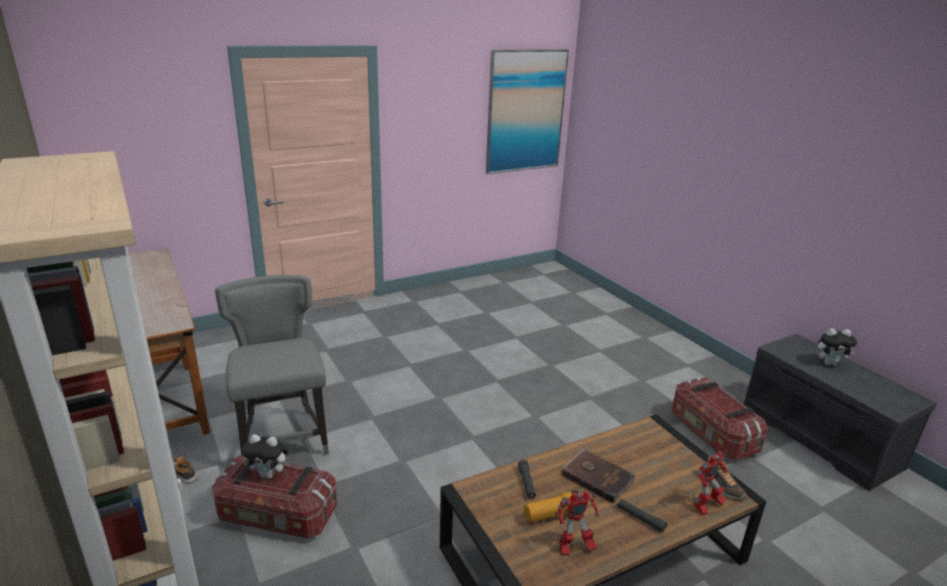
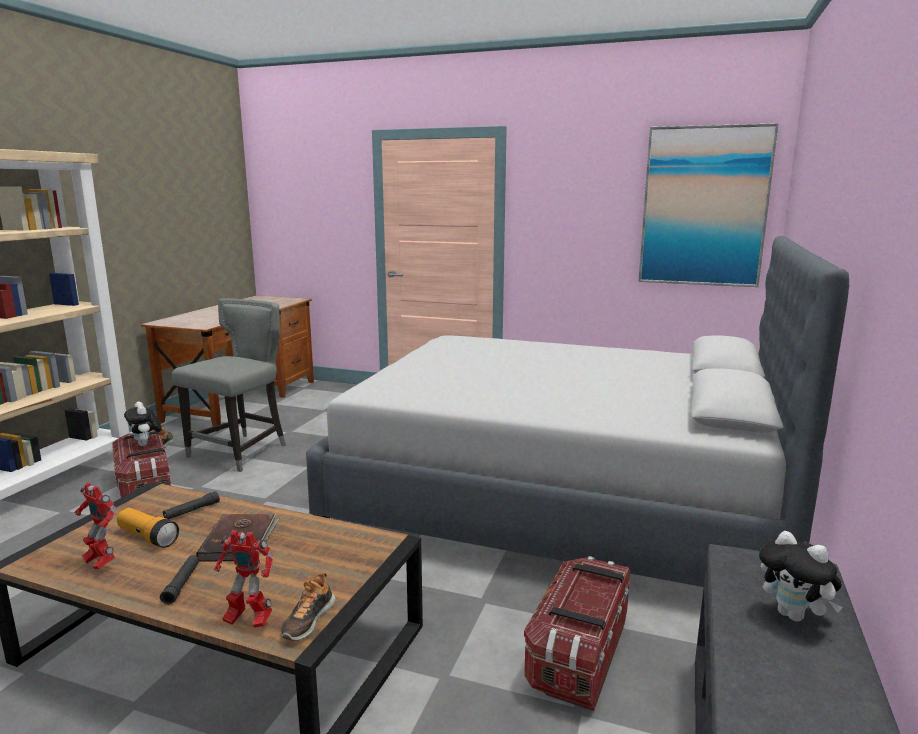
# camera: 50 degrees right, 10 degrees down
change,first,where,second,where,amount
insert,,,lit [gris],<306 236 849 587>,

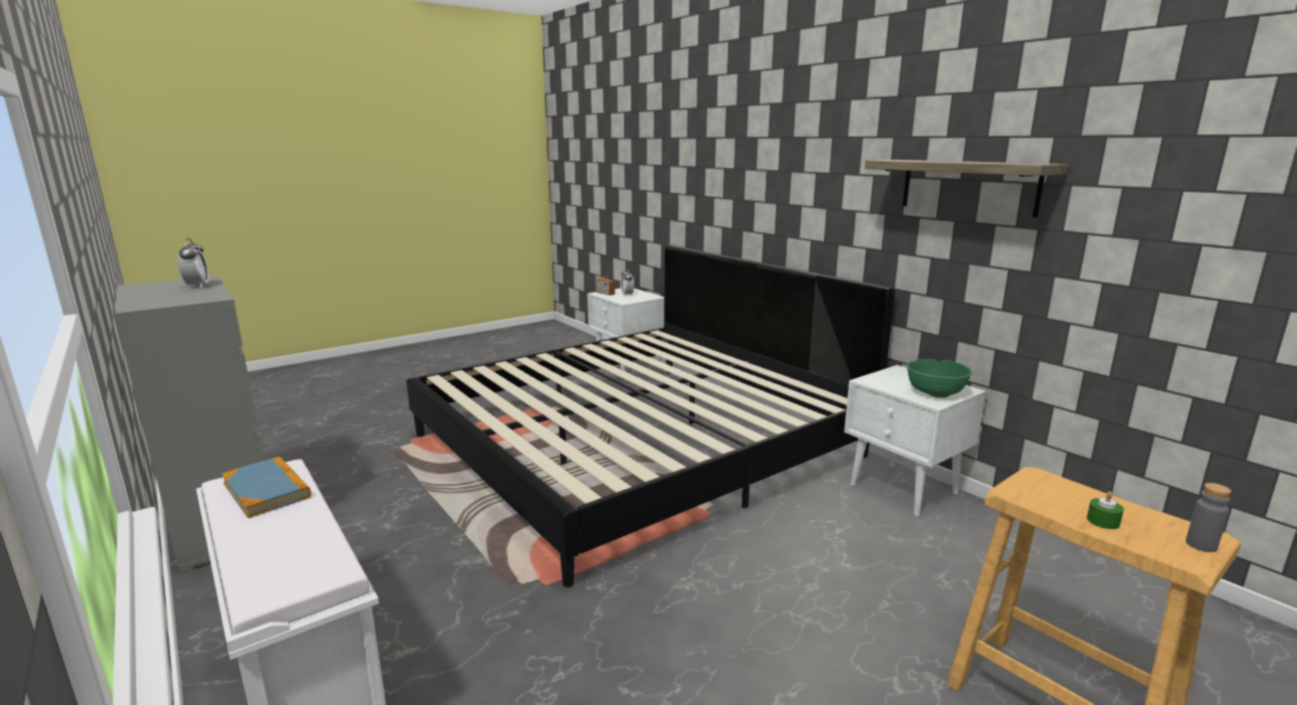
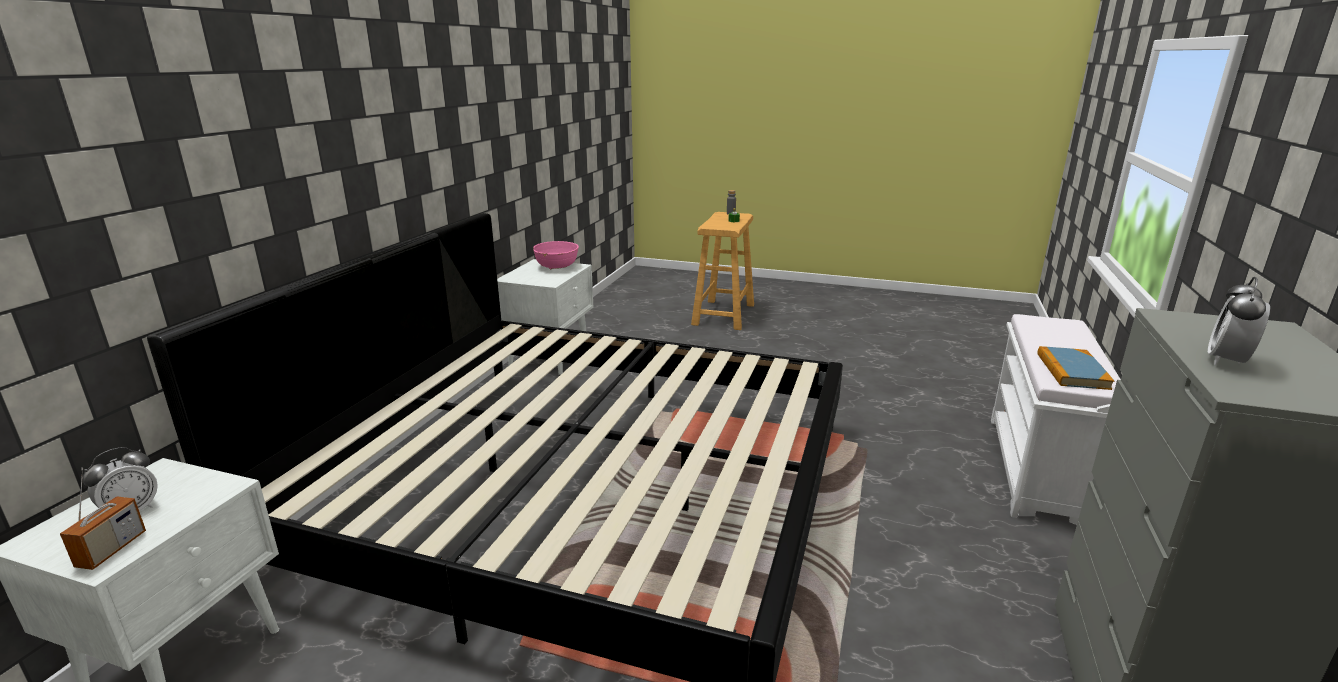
# camera: 125 degrees left, 5 degrees up
change,first,where,second,where,amount
recolor,bol [vert],<907 359 972 398>,bol [rose],<533 241 579 269>,
delete,étagère,<865 160 1068 217>,,,

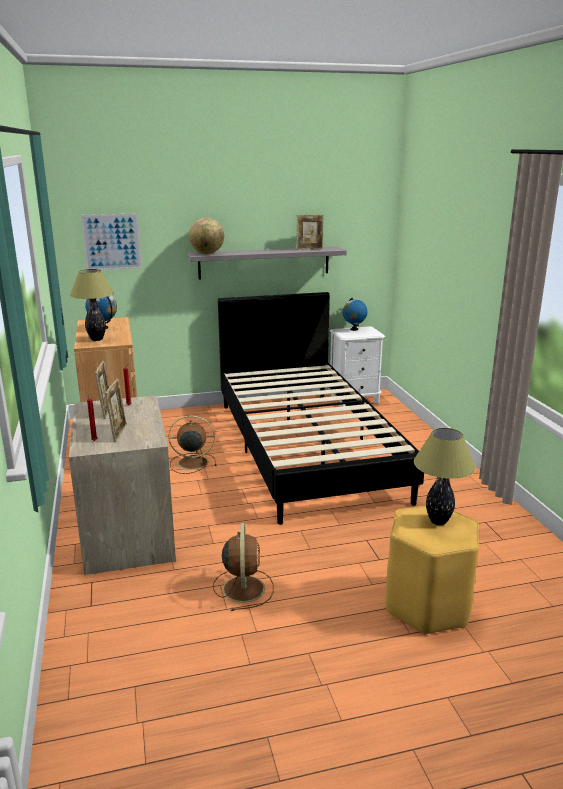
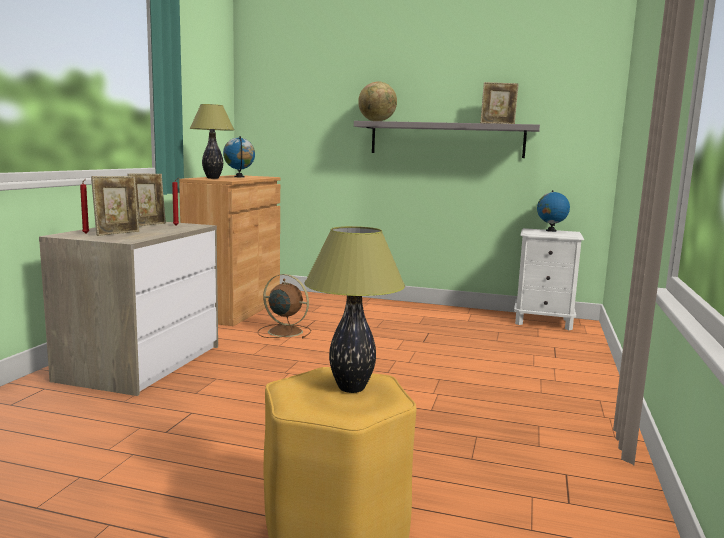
# camera: 30 degrees right, 10 degrees down
change,first,where,second,where,amount
delete,tableau,<81 213 142 270>,,,
delete,ventilateur [marron],<213 523 274 611>,,,
delete,lit [noir],<218 292 424 525>,,,

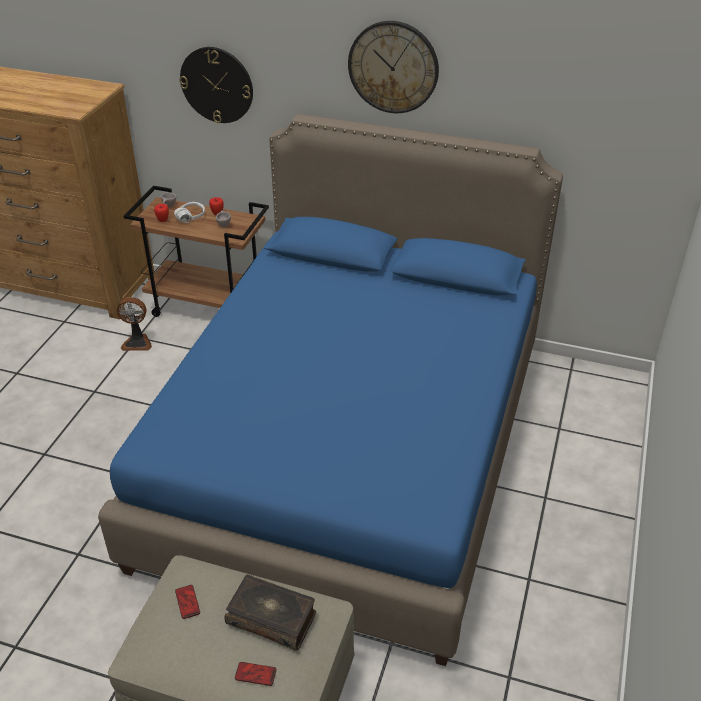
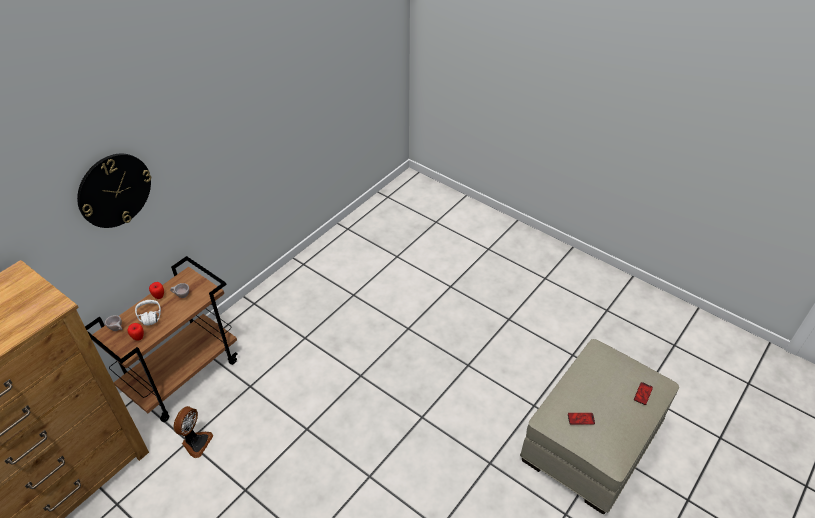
# camera: 70 degrees left, 5 degrees up
change,first,where,second,where,amount
delete,lit [bleu],<98 114 563 666>,,,
delete,livre,<225 574 316 651>,,,
delete,horloge murale,<348 21 439 113>,,,

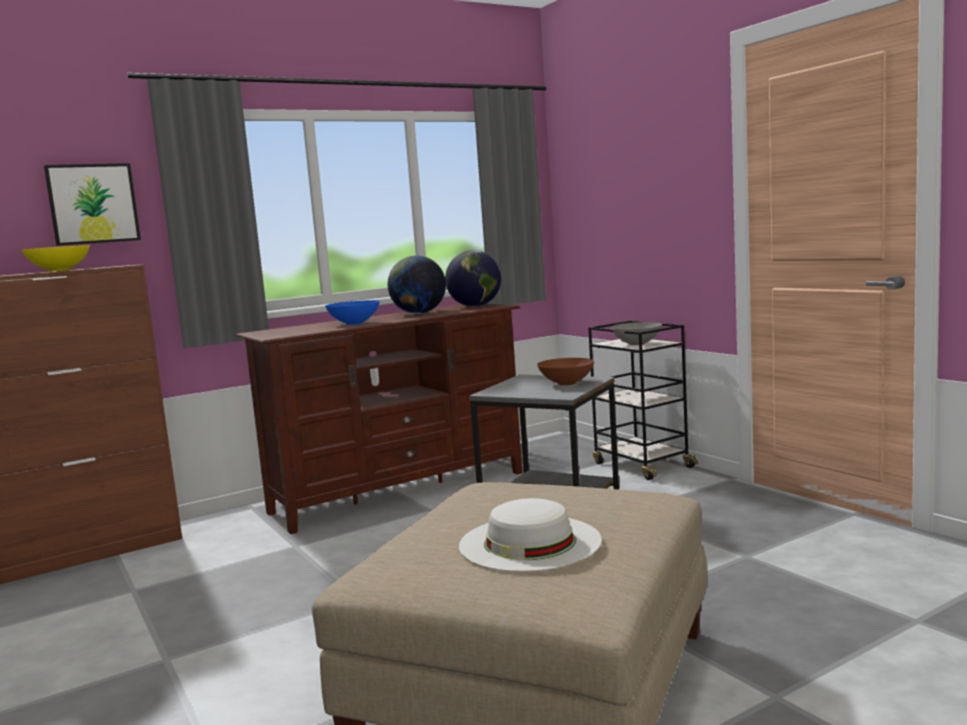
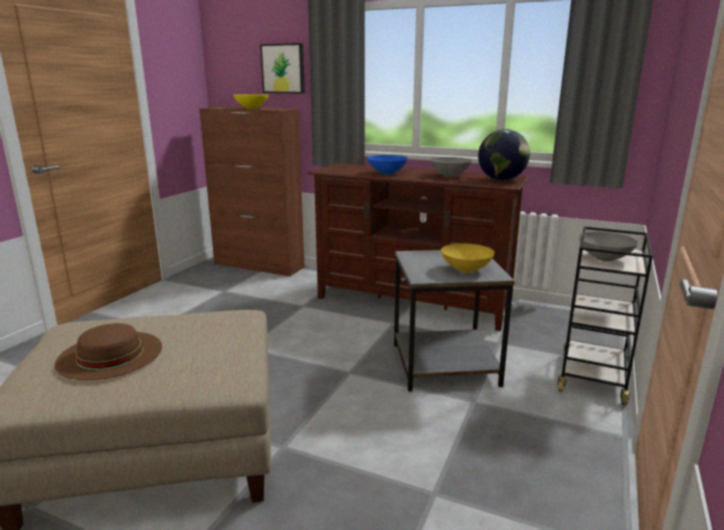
# camera: 55 degrees right, 10 degrees up
change,first,where,second,where,amount
recolor,chapeau [blanc],<459 498 602 572>,chapeau [marron],<54 323 162 380>,
replace,globe,<388 255 446 314>,bol [gris],<430 157 472 177>,
recolor,bol [marron],<537 358 594 386>,bol [jaune],<441 243 495 273>,

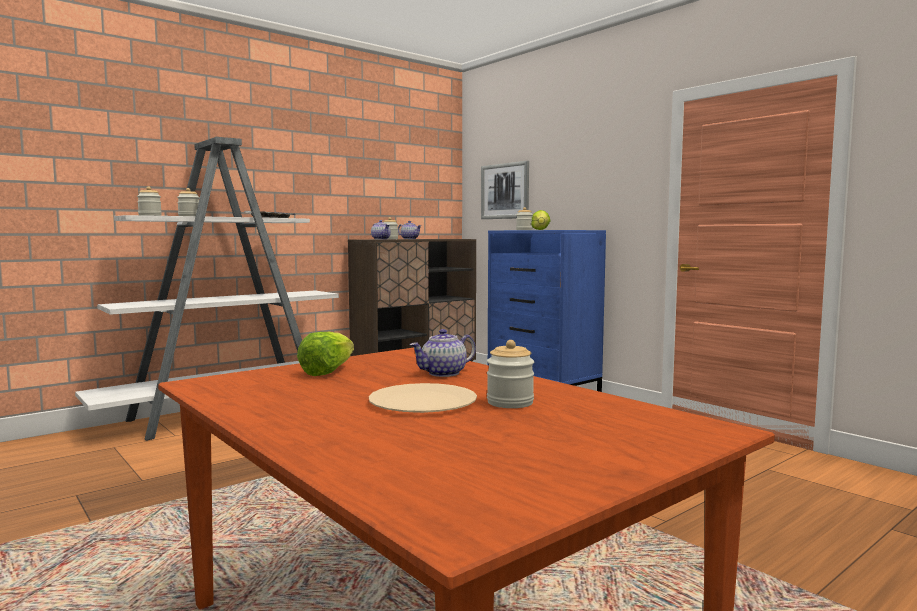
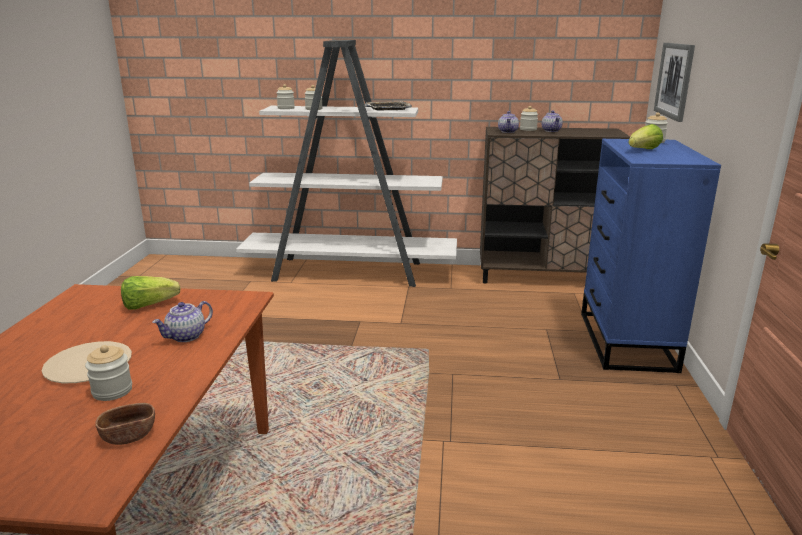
# camera: 45 degrees right, 15 degrees up
change,first,where,second,where,amount
insert,,,bol [marron],<95 403 155 445>,
rotate,théière,<410 329 476 377>,,<152 301 213 342>,60 degrees counterclockwise

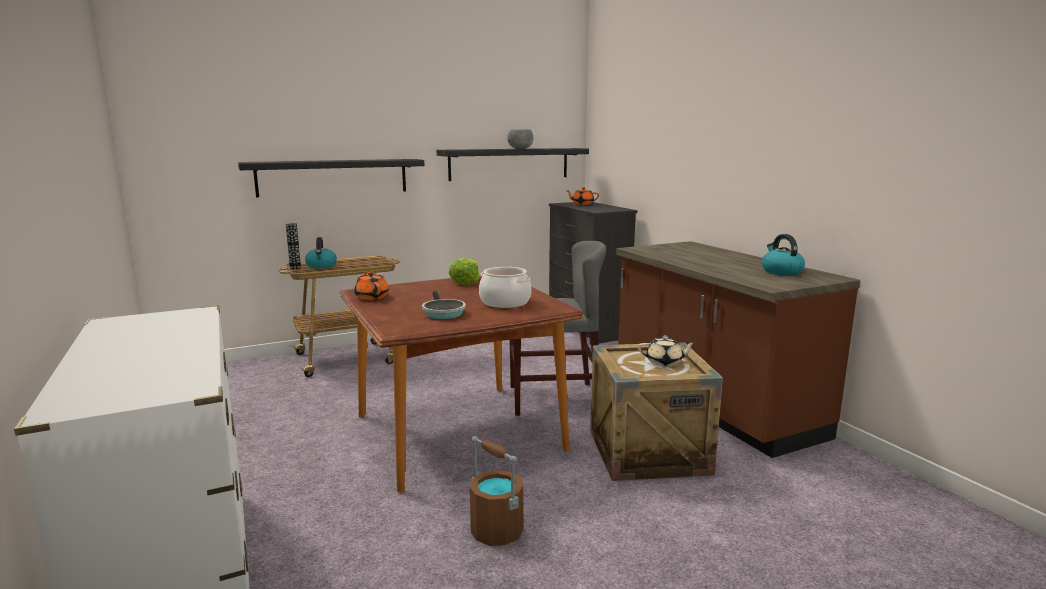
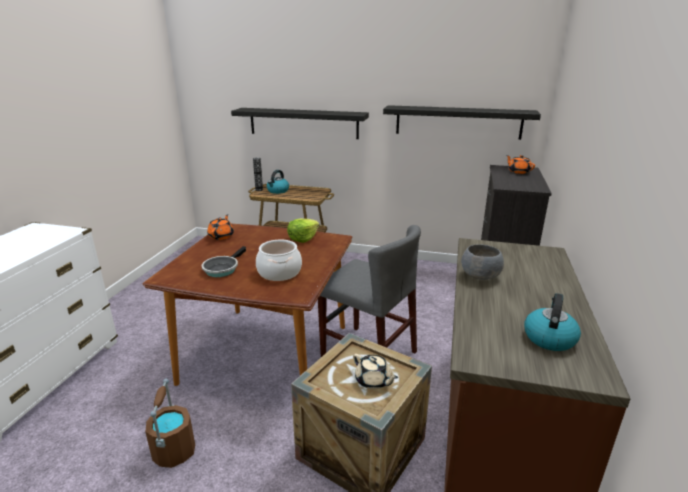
# camera: 40 degrees right, 10 degrees up
change,first,where,second,where,amount
move,bol [gris],<507 129 533 149>,,<461 244 504 280>,

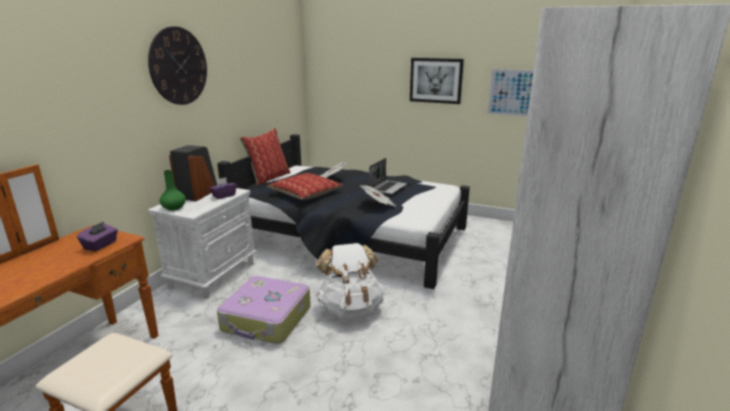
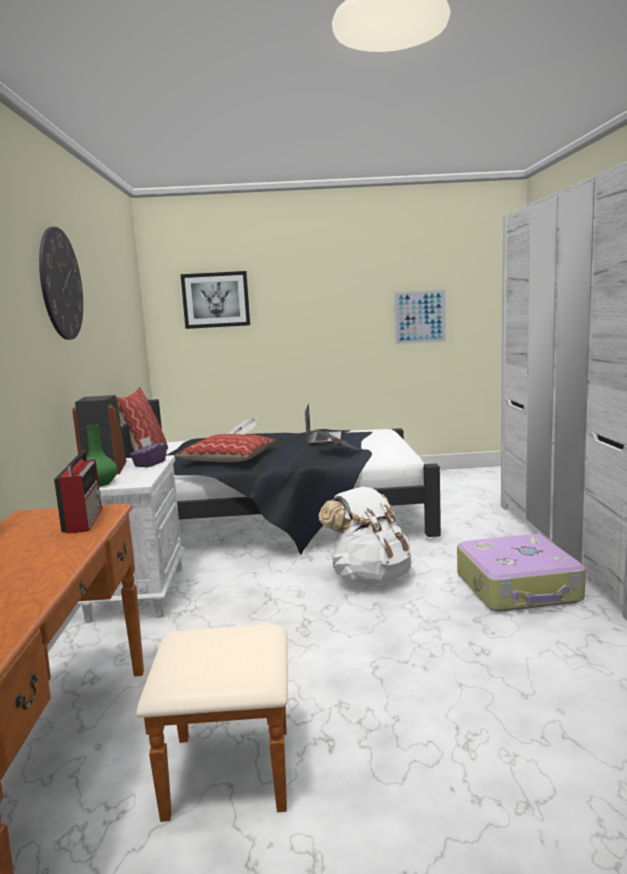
# camera: 25 degrees left, 10 degrees down
change,first,where,second,where,amount
replace,boîte à mouchoirs [violet],<77 221 118 251>,radio,<54 450 102 534>,
move,tableau,<410 58 464 104>,,<181 271 250 329>,
move,valise,<217 276 311 344>,,<457 534 586 612>,

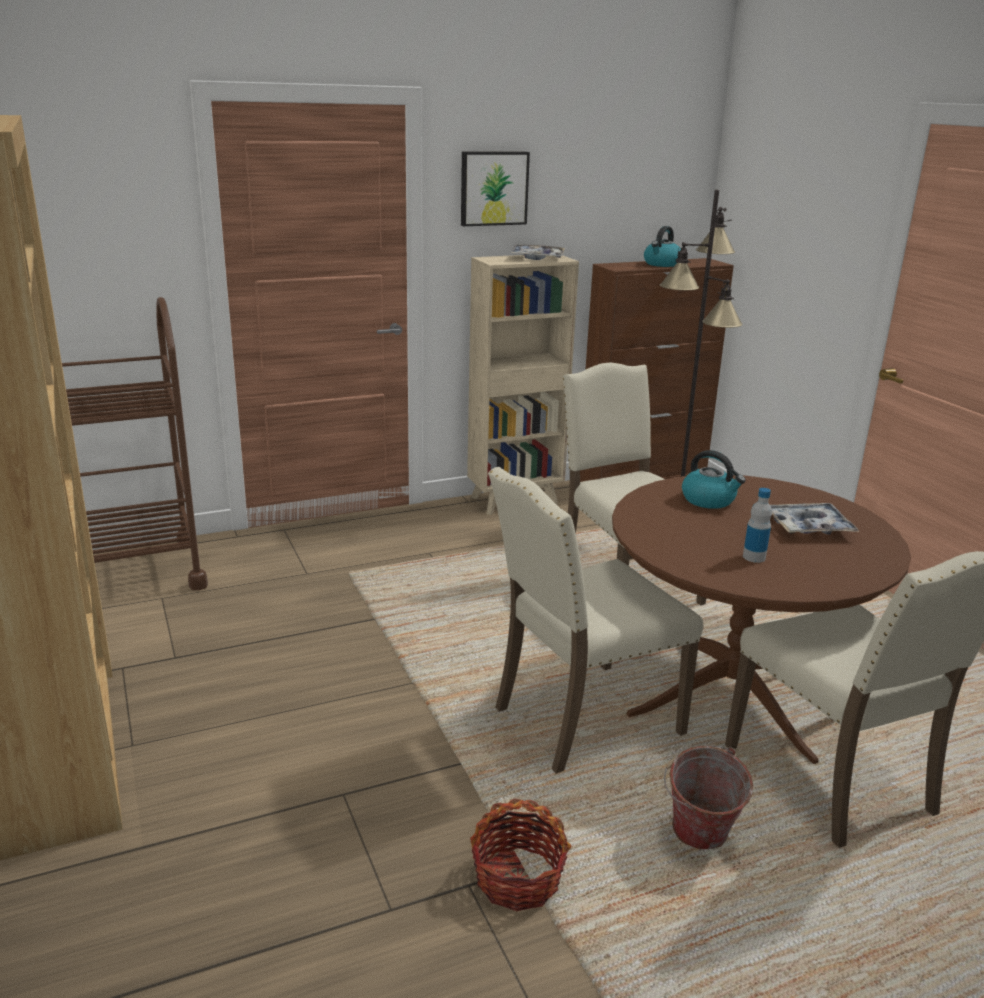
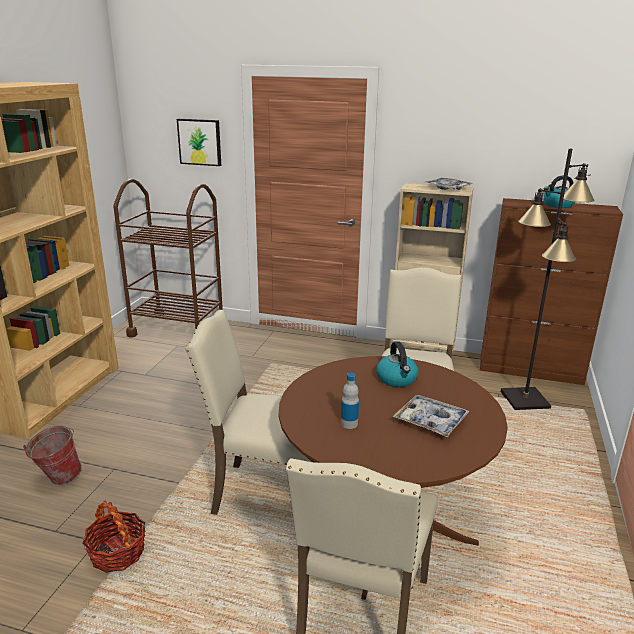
# camera: 40 degrees right, 0 degrees up
change,first,where,second,where,amount
move,seau,<664 745 753 849>,,<23 426 82 485>,
move,tableau,<461 152 530 226>,,<177 119 221 166>,

